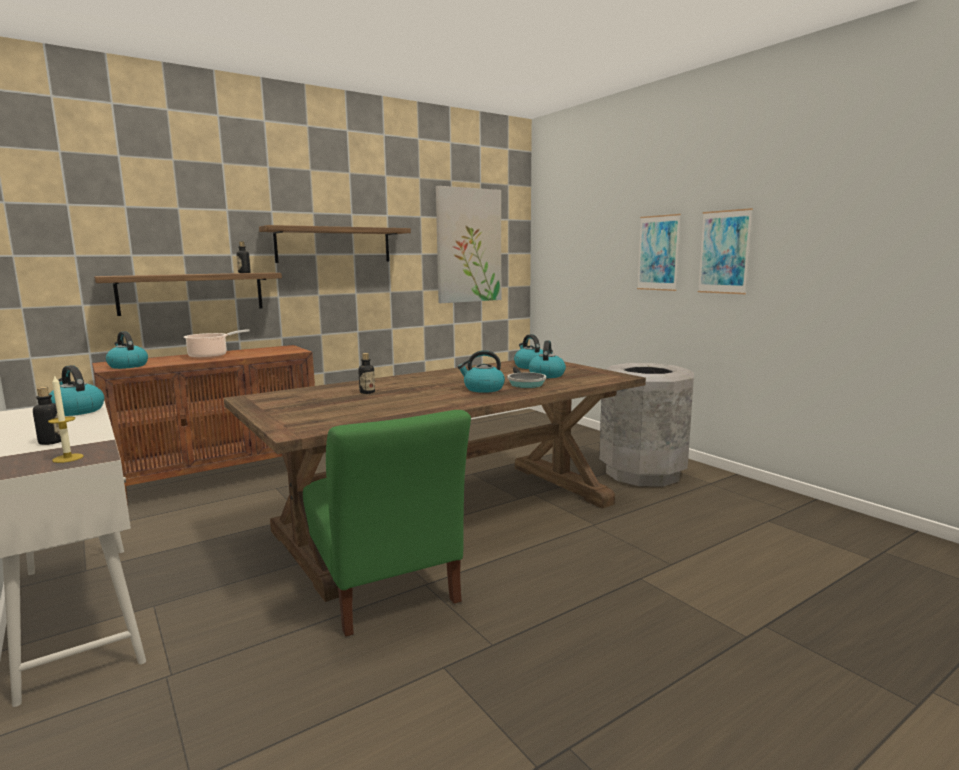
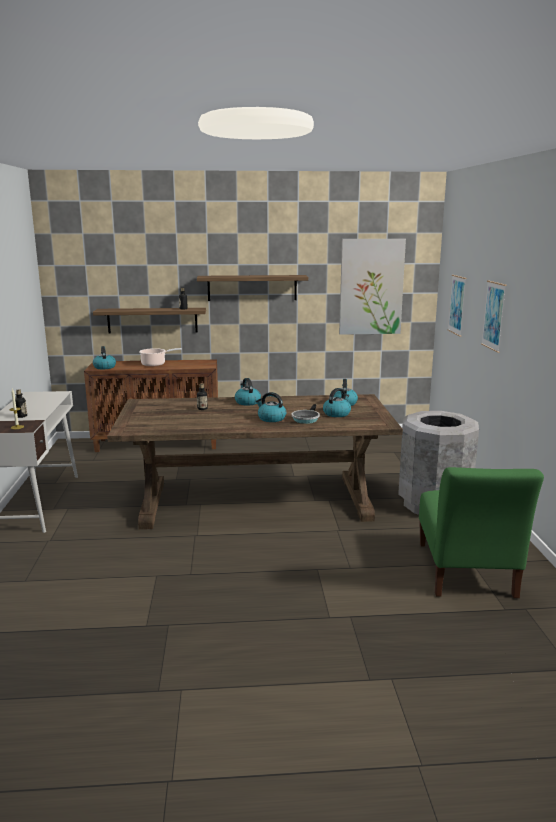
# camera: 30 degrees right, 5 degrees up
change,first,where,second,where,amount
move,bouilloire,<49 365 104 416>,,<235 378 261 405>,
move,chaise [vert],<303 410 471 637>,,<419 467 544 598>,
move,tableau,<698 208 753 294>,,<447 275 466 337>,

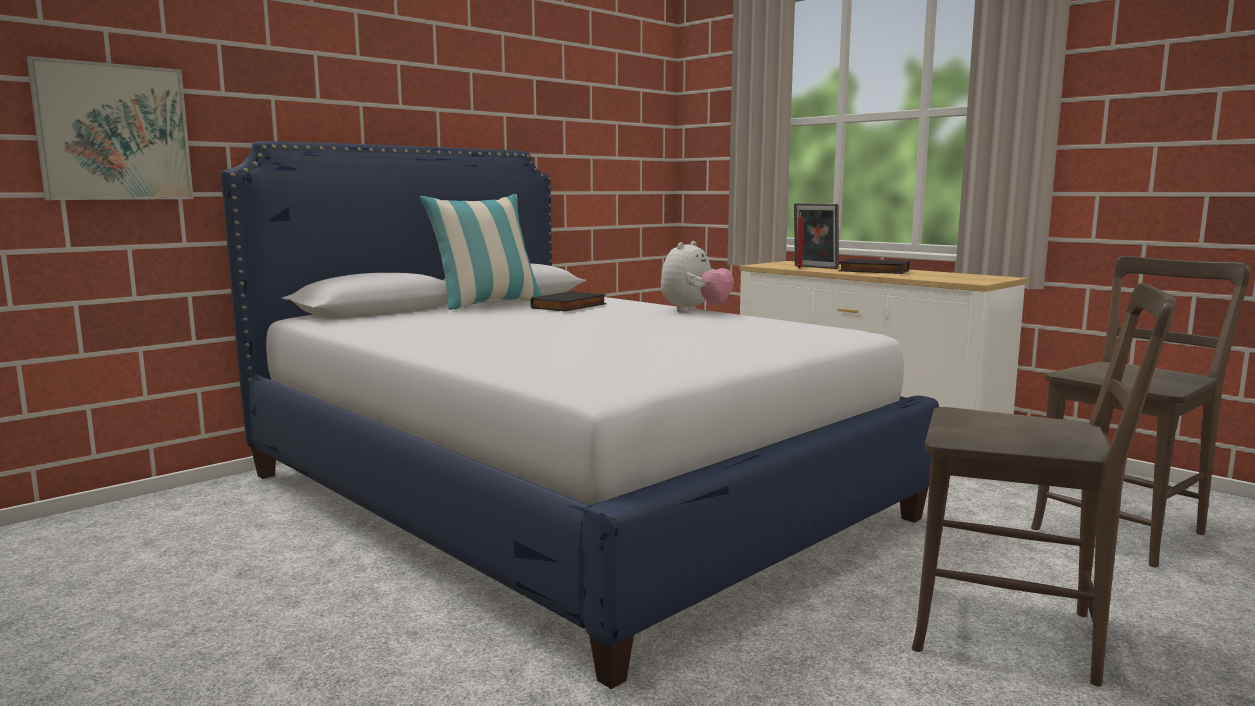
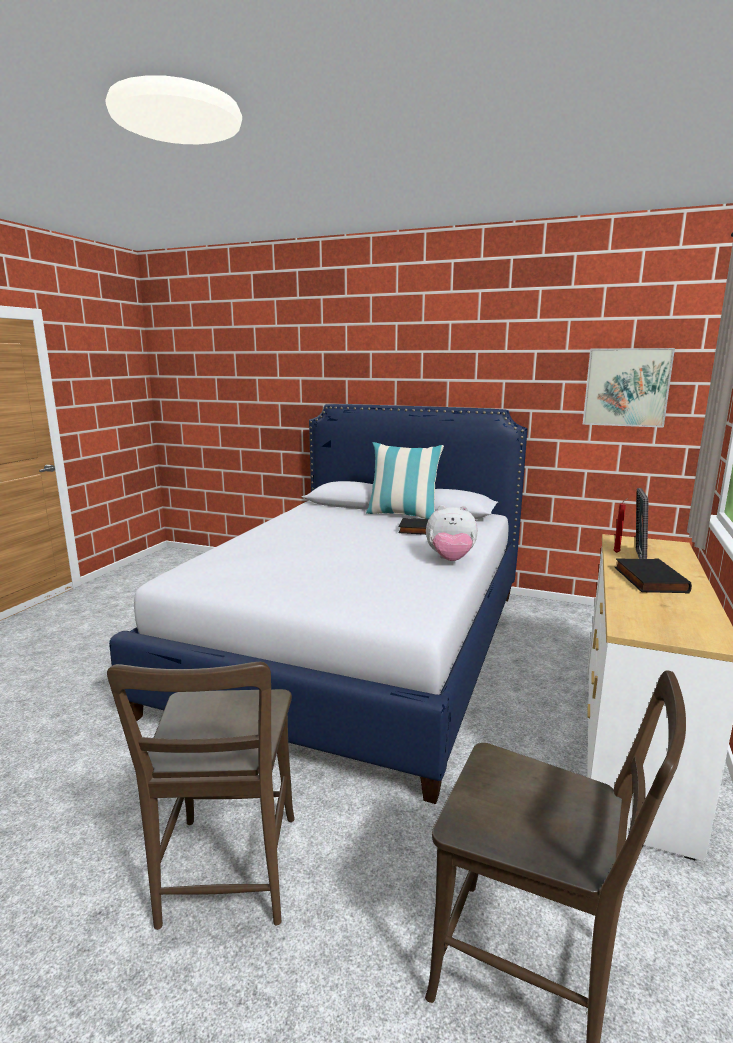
# camera: 65 degrees right, 5 degrees up
change,first,where,second,where,amount
move,tableau,<27 56 194 200>,,<583 348 675 428>,

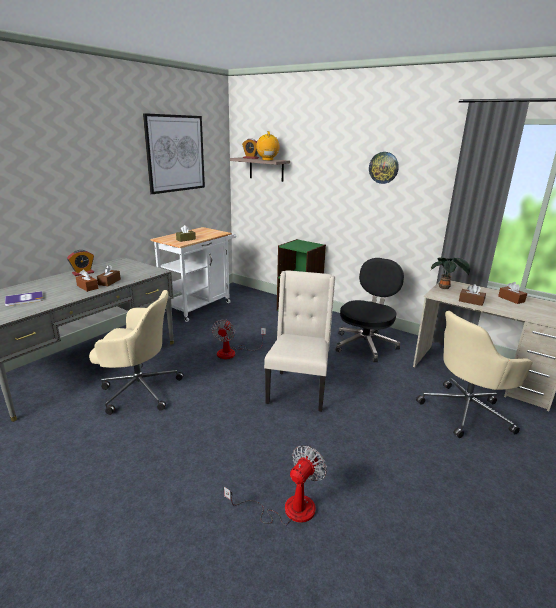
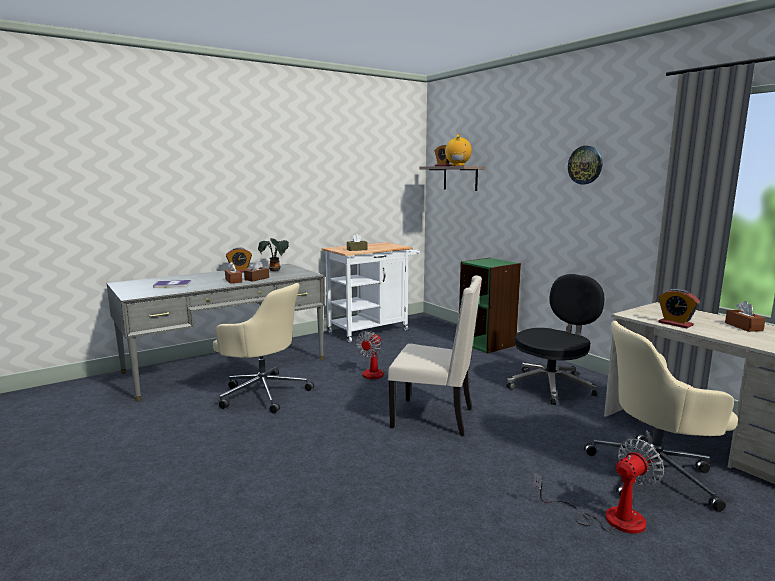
# camera: 20 degrees right, 10 degrees down
change,first,where,second,where,amount
move,plante en pot,<430 257 470 289>,,<258 238 289 271>,
rotate,chaise [beige],<264 270 335 412>,,<388 275 482 436>,75 degrees clockwise
move,ventilateur,<224 445 327 525>,,<533 439 664 534>,
replace,boîte à mouchoirs [marron],<459 284 486 306>,réveil,<658 289 700 328>,
delete,tableau,<143 113 205 194>,,,

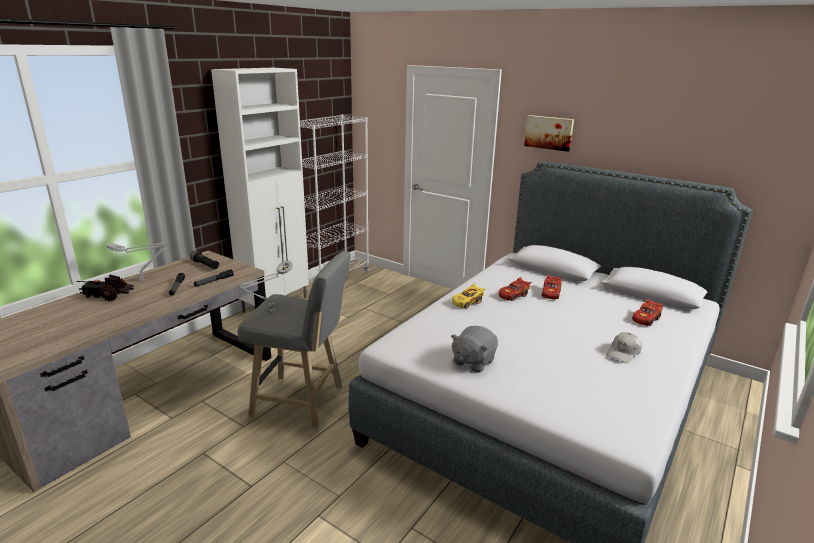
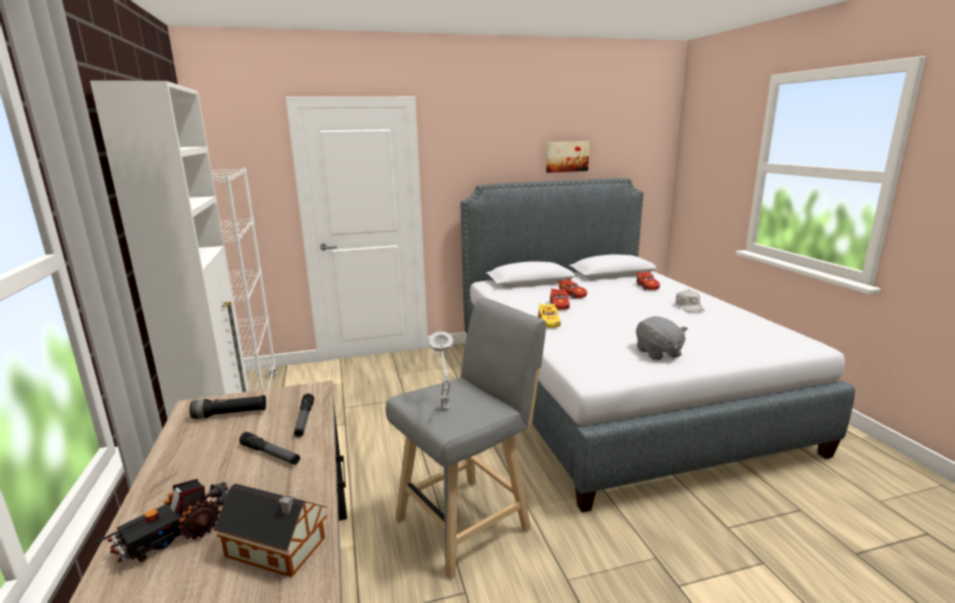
# camera: 50 degrees left, 5 degrees down
change,first,where,second,where,amount
insert,,,maison miniature,<213 484 327 577>,
move,tableau,<524 115 574 152>,,<546 141 589 173>,
delete,lampe de table [gris],<106 242 167 281>,,,

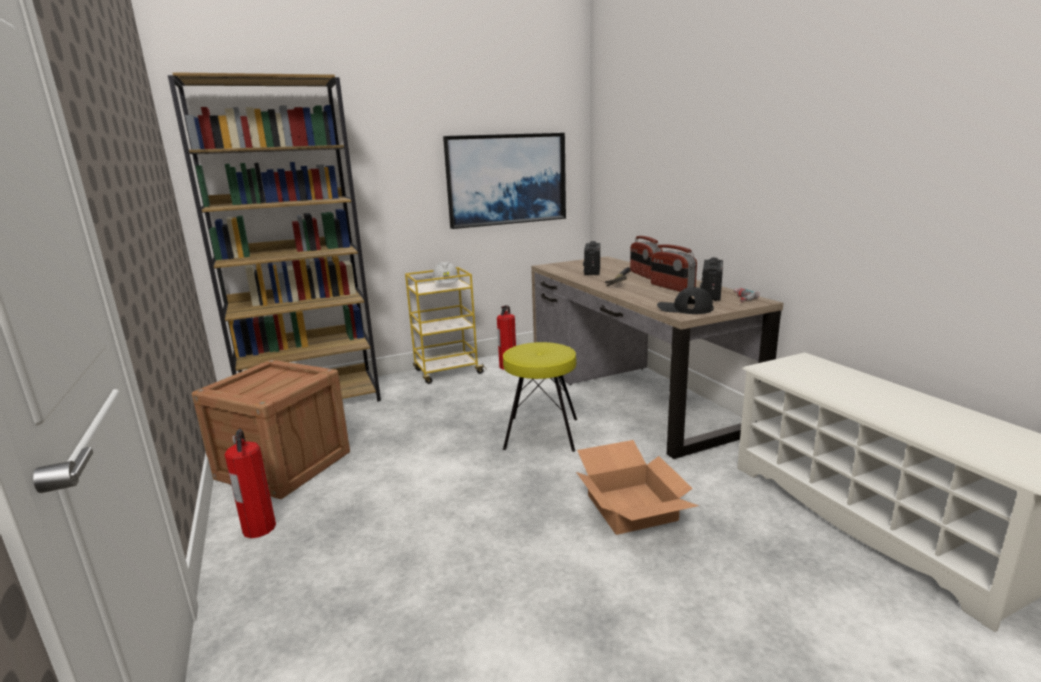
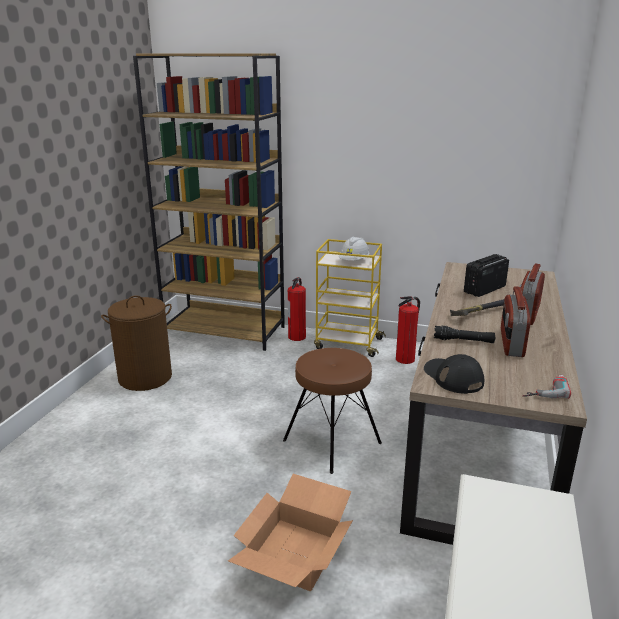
# camera: 40 degrees right, 5 degrees up
change,first,where,second,where,amount
replace,caisse,<192 360 350 499>,panier à linge [marron],<101 295 172 391>,
recolor,tabouret [jaune],<503 342 577 452>,tabouret [marron],<283 348 382 474>,
move,extincteur,<225 429 276 538>,,<288 277 306 341>,
insert,,,lampe de poche [noir],<434 325 495 343>,
delete,tableau,<443 133 566 229>,,,
delete,radio,<700 257 723 301>,,,

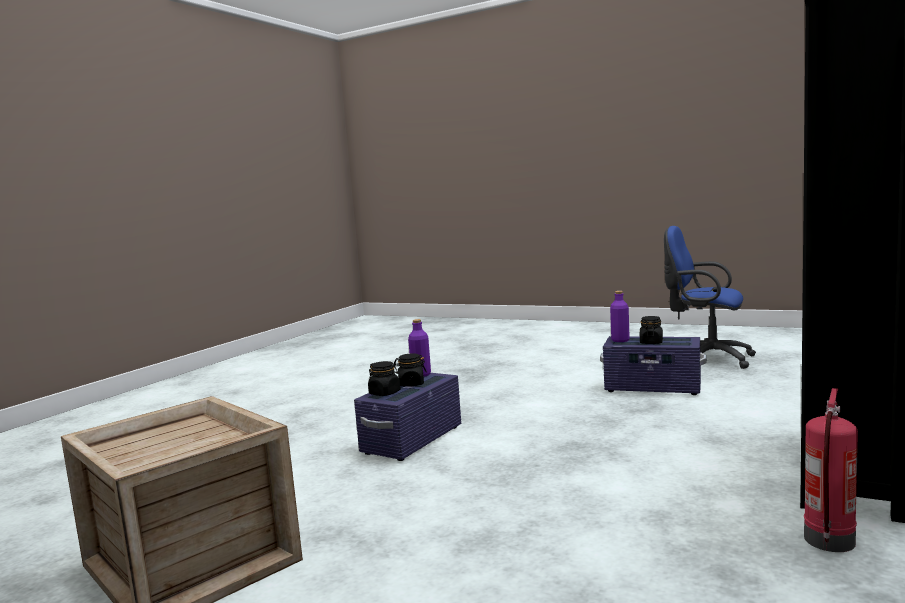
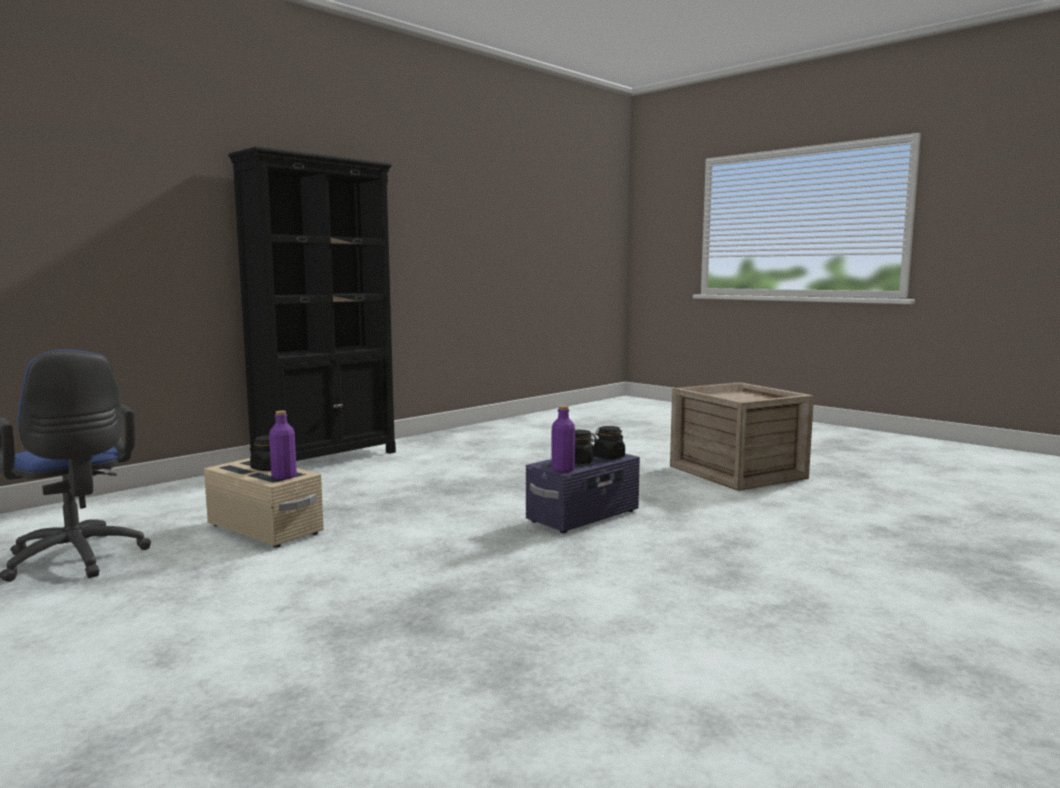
# camera: 165 degrees left, 0 degrees up
change,first,where,second,where,amount
recolor,boîte de rangement [violet],<600 336 706 395>,boîte de rangement [beige],<204 458 324 547>,
delete,extincteur,<804 388 858 552>,,,

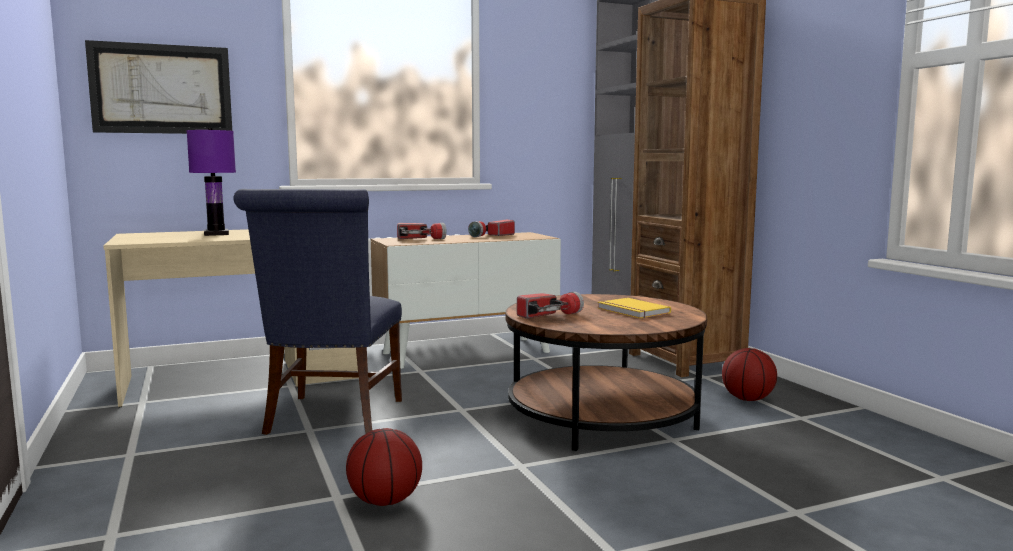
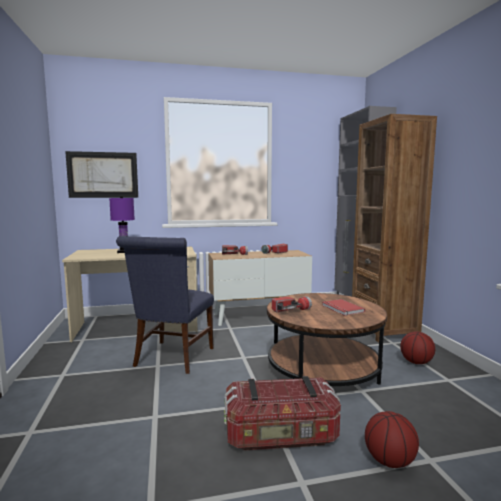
# camera: 10 degrees right, 0 degrees up
change,first,where,second,where,amount
insert,,,boîte de rangement,<224 376 341 451>,
recolor,livre [jaune],<598 298 671 318>,livre [rouge],<322 299 365 316>,
move,ballon de basket,<346 428 422 506>,,<365 411 419 468>,

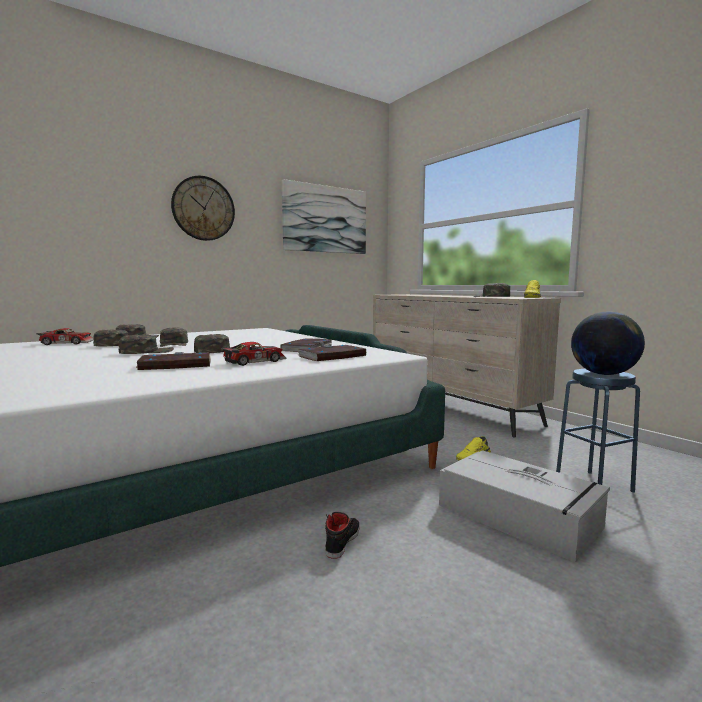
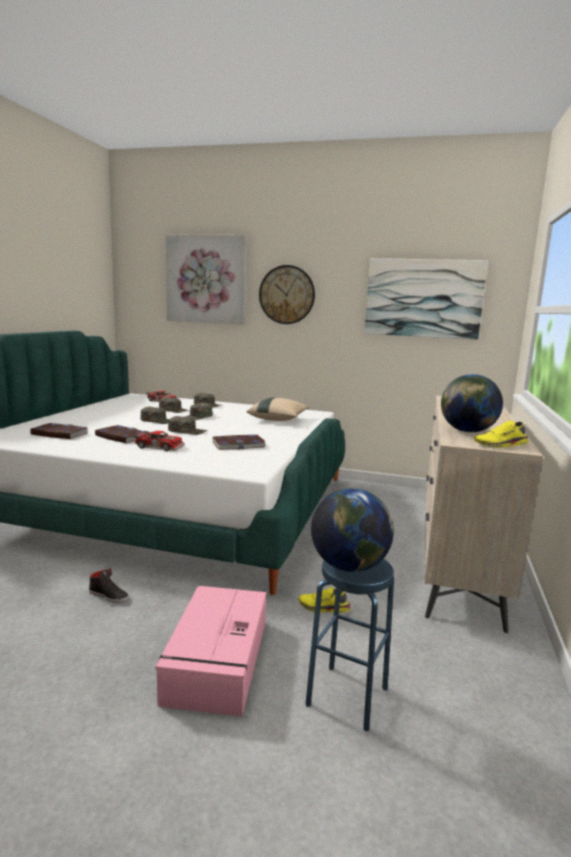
# camera: 50 degrees right, 5 degrees up
change,first,where,second,where,amount
move,livre,<298 345 366 361>,,<30 423 88 439>,
rotate,chaussure [noir],<325 512 360 559>,,<89 569 129 603>,45 degrees clockwise
recolor,boîte de rangement [gris],<439 450 610 563>,boîte de rangement [rose],<155 586 267 717>,
insert,,,tableau,<166 234 247 325>,
insert,,,coussin [beige],<247 398 309 421>,
replace,casquette [vert],<473 283 510 297>,globe,<441 374 503 433>,

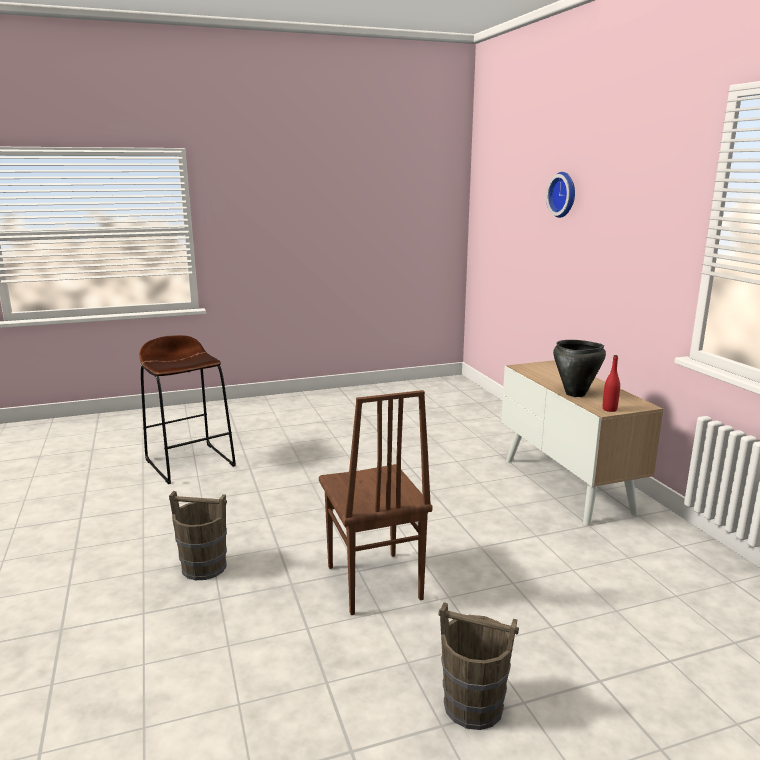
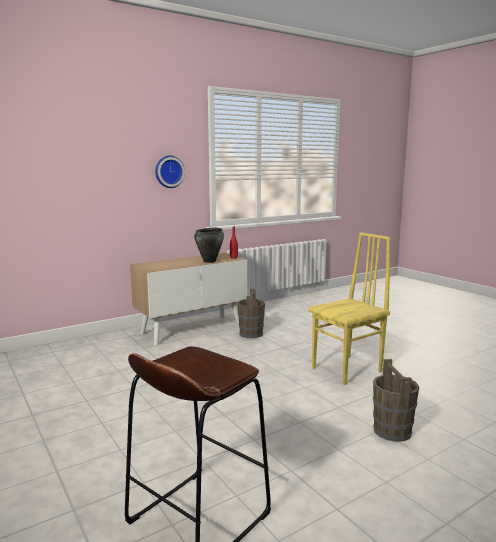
# camera: 105 degrees left, 5 degrees down
change,first,where,second,where,amount
move,horloge murale,<546 172 575 218>,,<155 156 185 188>,
move,seau [marron],<438 602 519 730>,,<237 289 265 338>,
recolor,chaise [marron],<319 390 433 615>,chaise [jaune],<308 232 391 385>,

